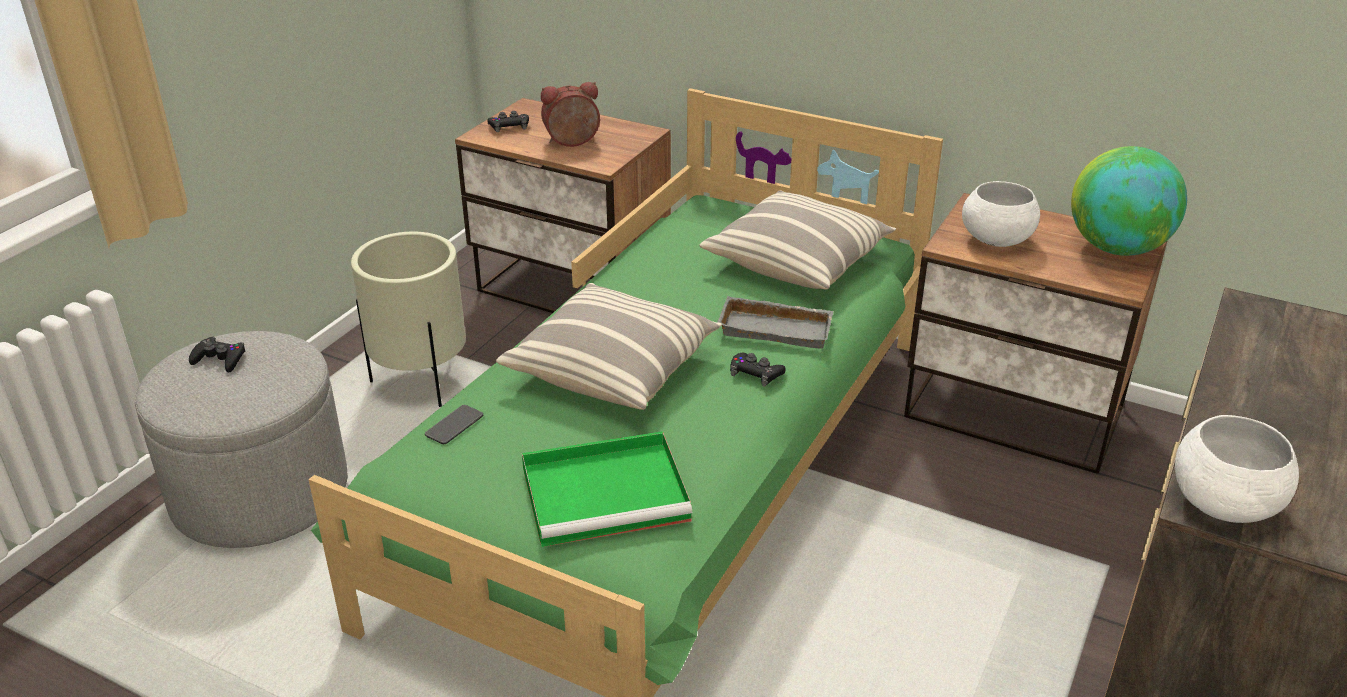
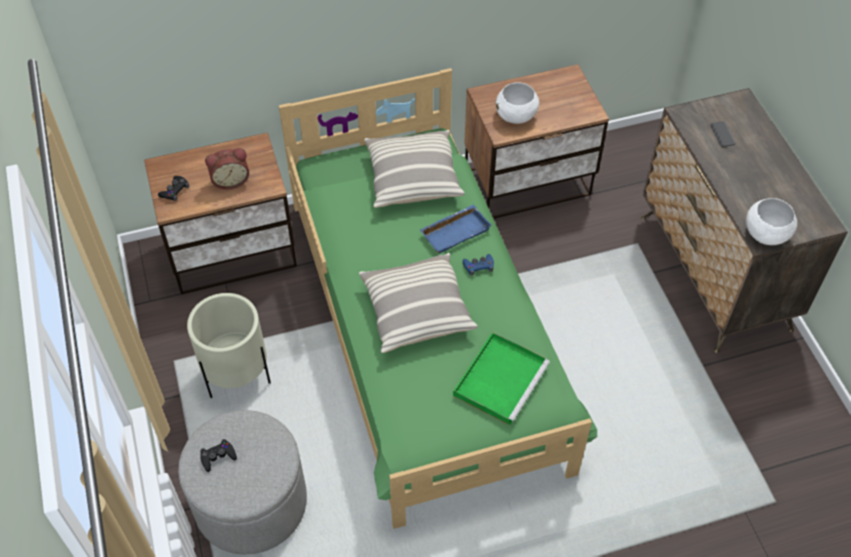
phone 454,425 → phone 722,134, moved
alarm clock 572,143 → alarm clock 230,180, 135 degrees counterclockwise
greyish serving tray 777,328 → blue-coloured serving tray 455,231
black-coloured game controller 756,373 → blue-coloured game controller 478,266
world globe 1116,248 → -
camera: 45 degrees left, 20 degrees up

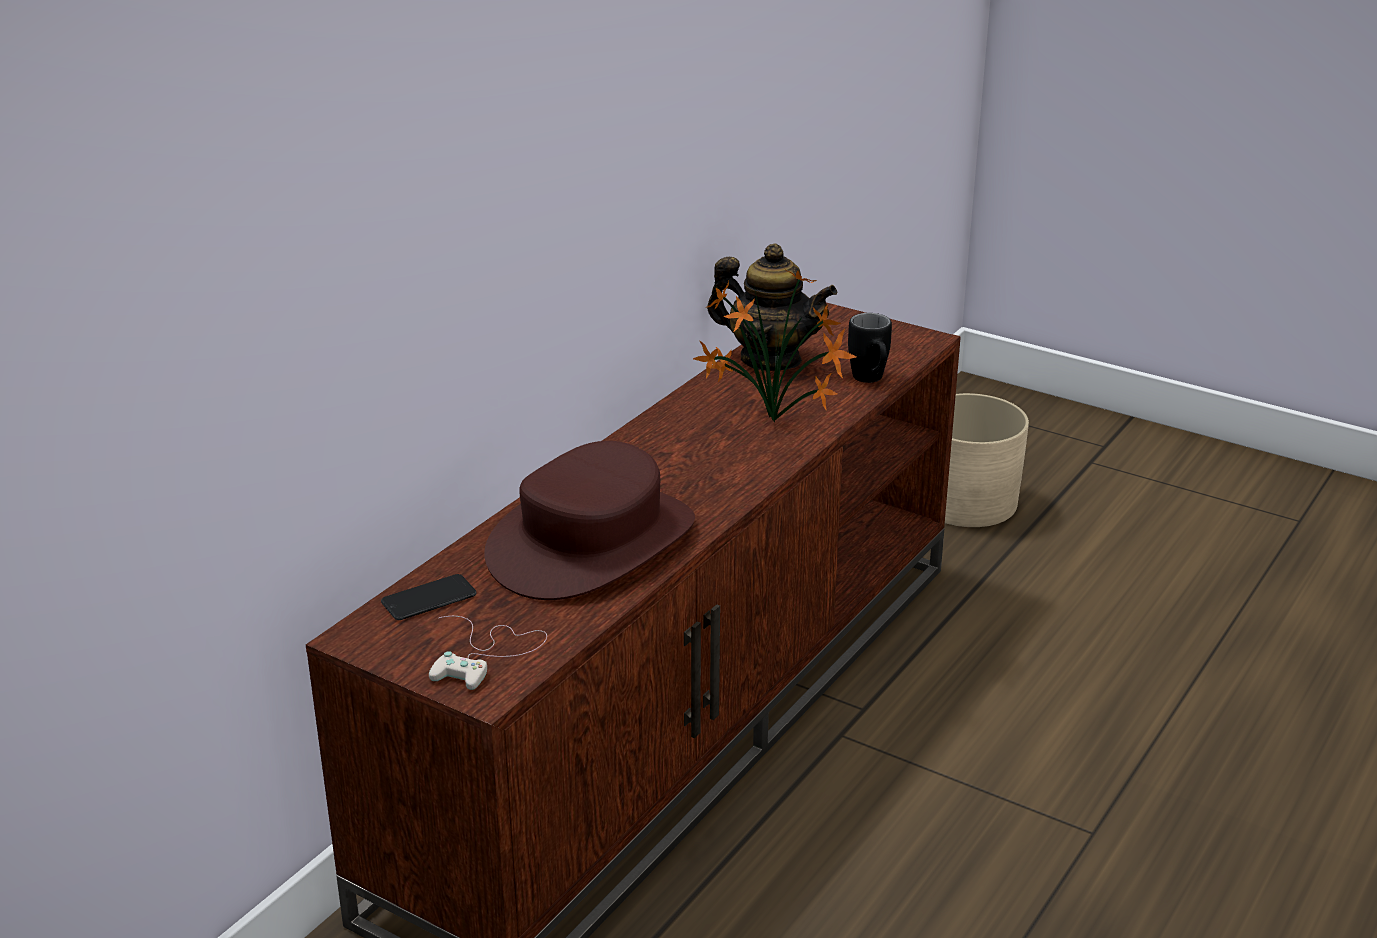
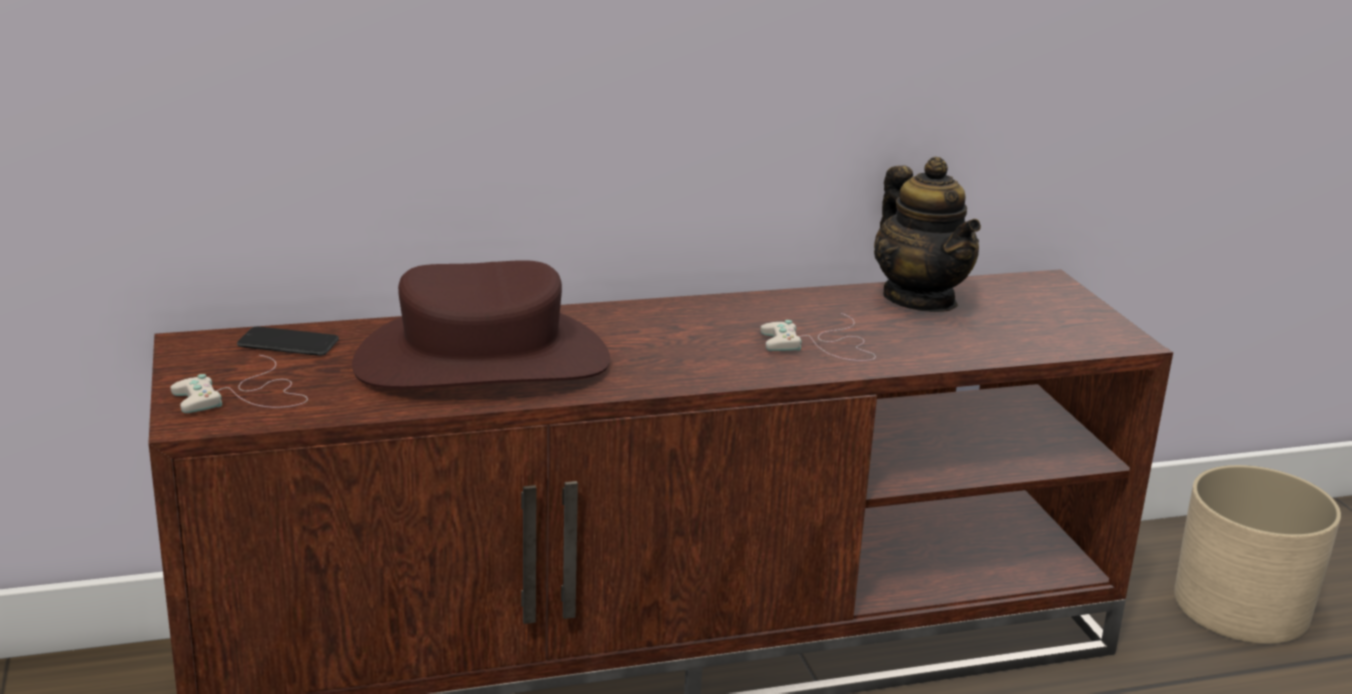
potted plant 775,424 → whitish game controller 823,346
black-coloured coffee mug 870,381 → -
camera: 40 degrees right, 5 degrees down

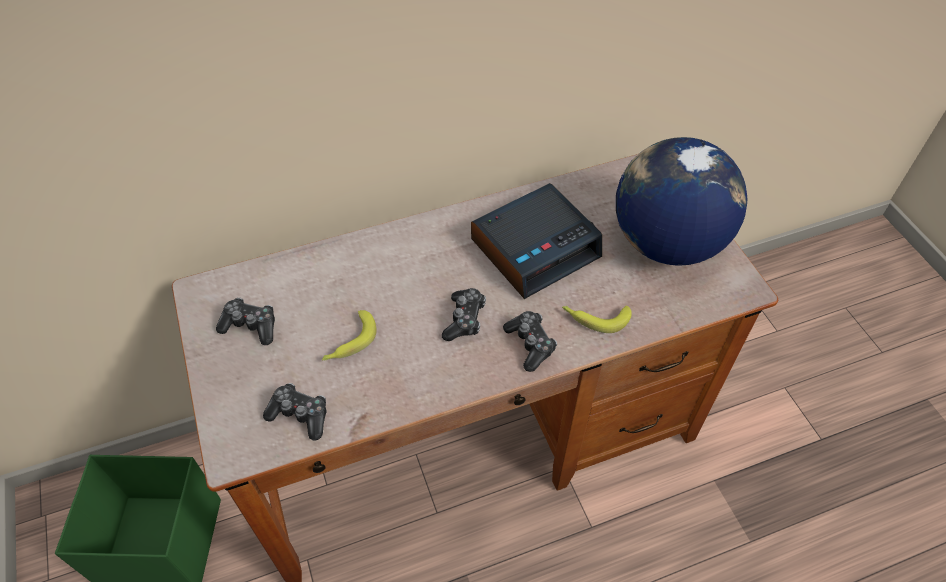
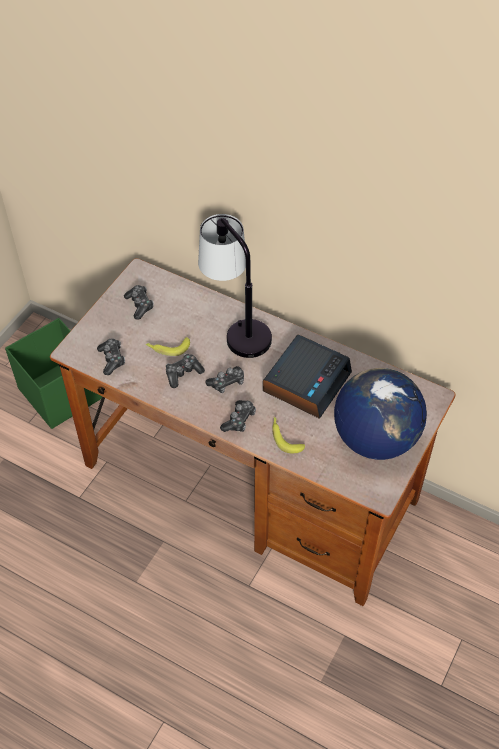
alarm clock 535,247 → alarm clock 306,381, 75 degrees counterclockwise
- → game controller 183,373
- → lamp for a table 235,326
camera: 50 degrees right, 0 degrees up

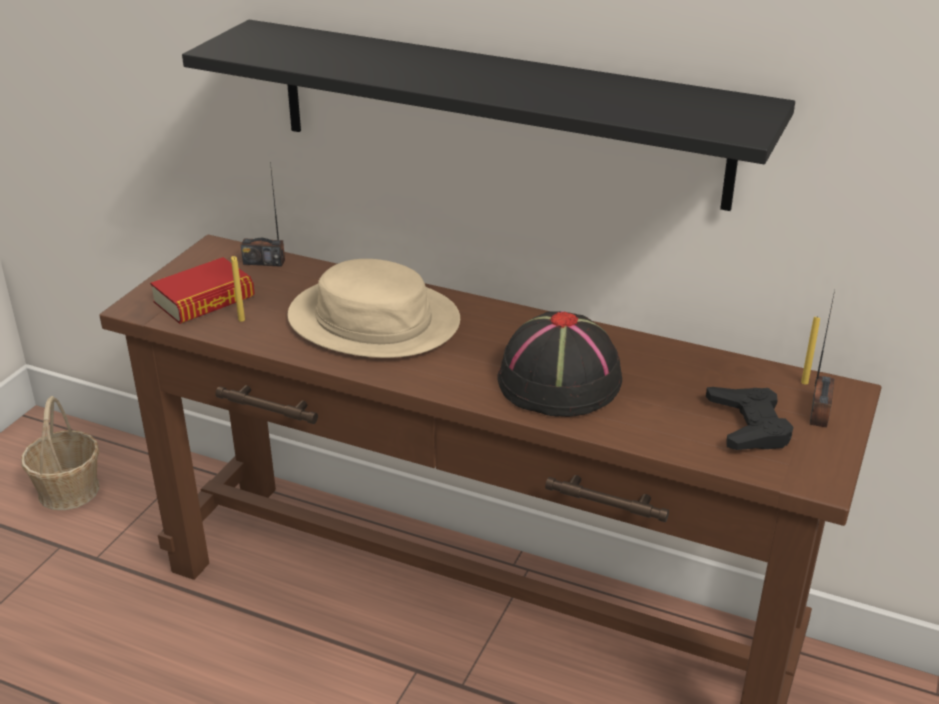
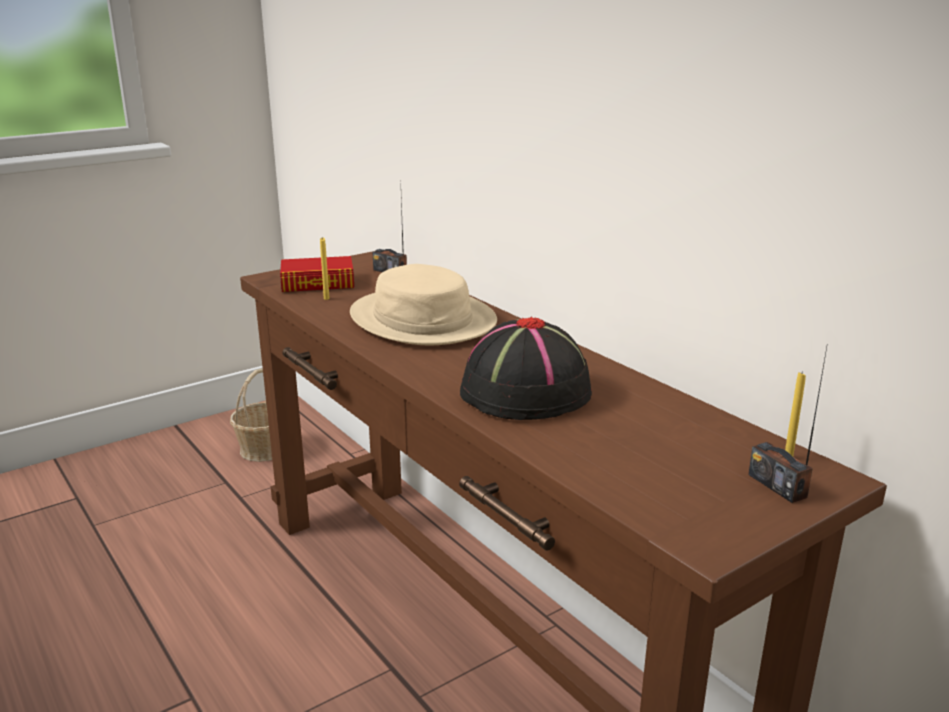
black-coloured wall shelf 498,112 → -
black-coloured game controller 748,426 → -
radio 819,412 → radio 777,486, 105 degrees clockwise
camera: 30 degrees right, 10 degrees down

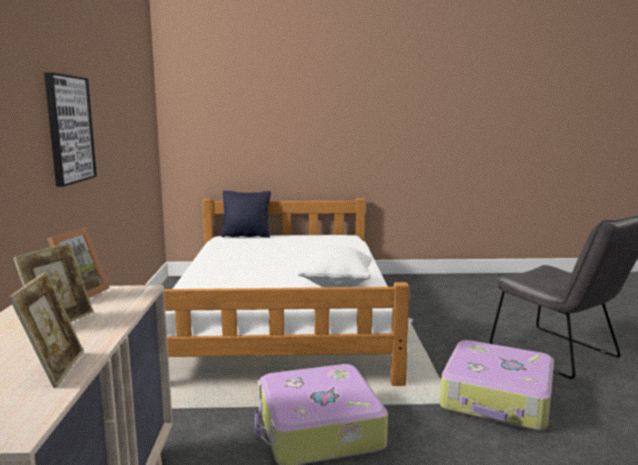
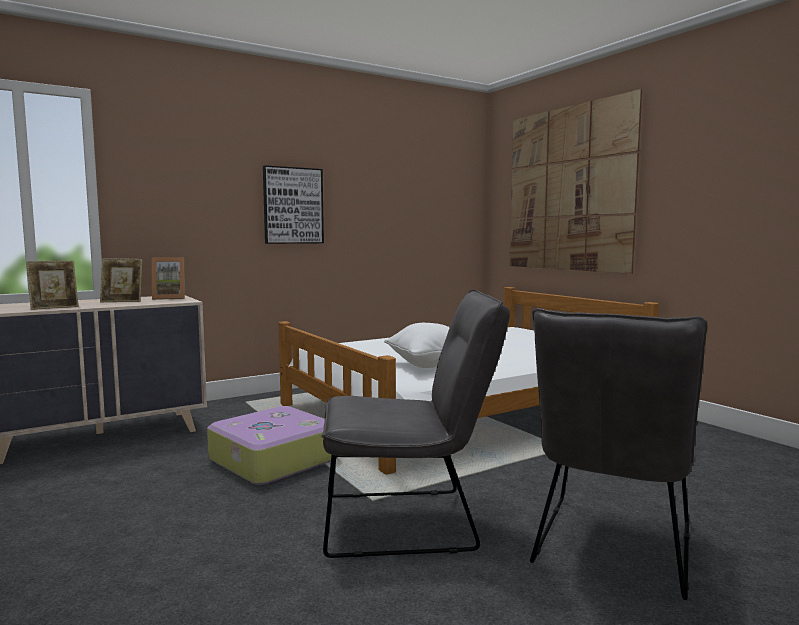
black-coloured pillow 246,236 → -
piece of luggage 497,399 → greyish upright chair 410,521
- → picture 568,189
camera: 60 degrees right, 5 degrees down

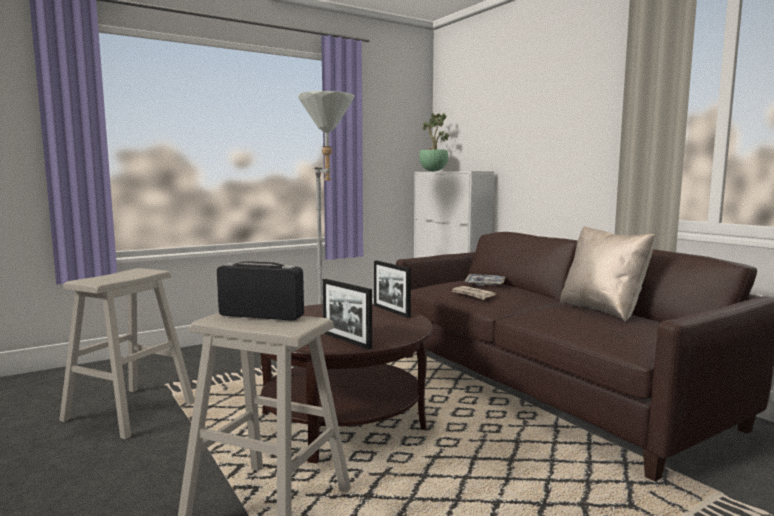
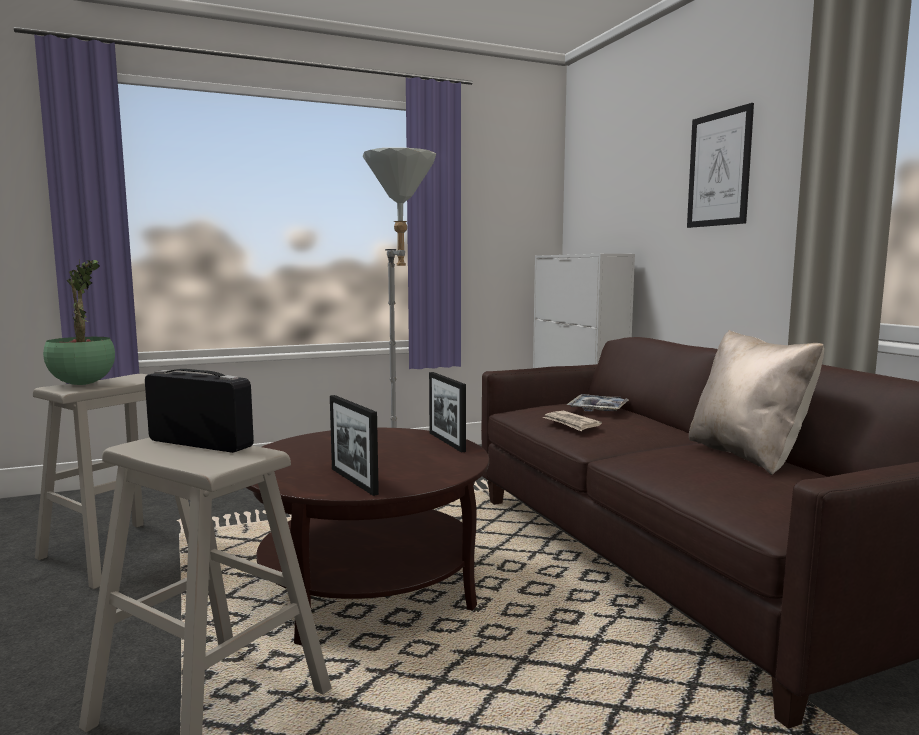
potted plant 432,171 → potted plant 82,384, moved
- → picture 719,169
camera: 10 degrees right, 0 degrees up

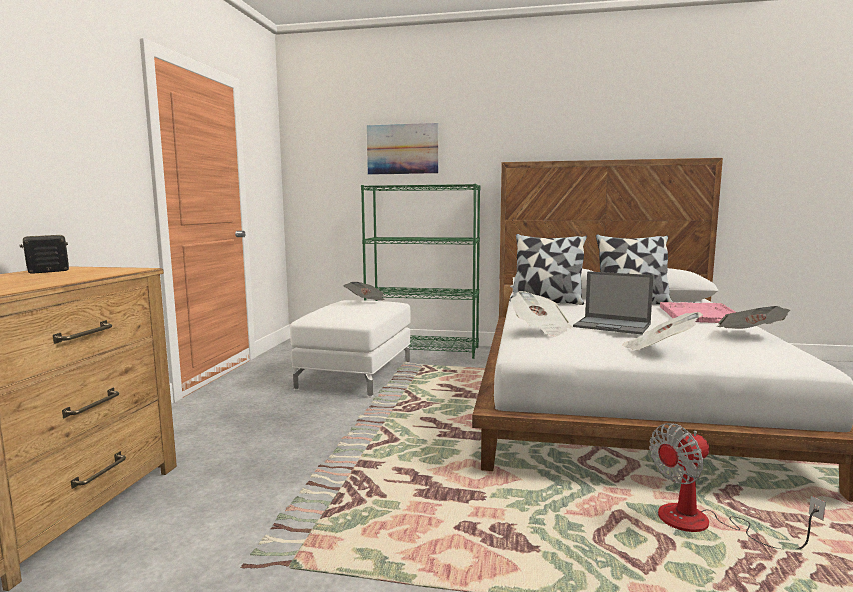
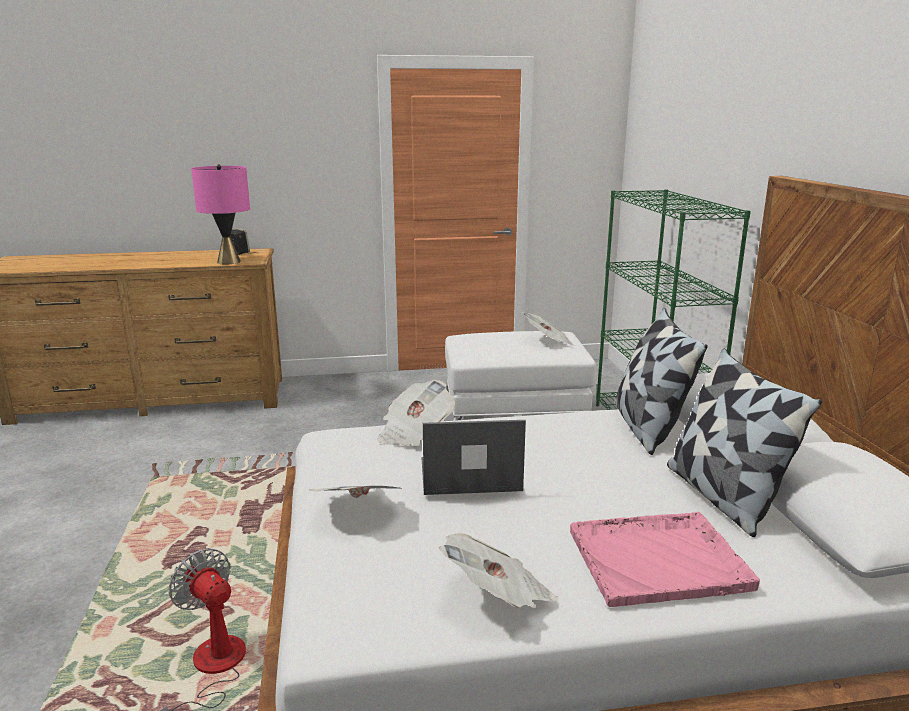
picture 402,149 → -
notebook computer 613,326 → notebook computer 468,475, 75 degrees clockwise
- → pink lamp for a table 228,262
camera: 70 degrees right, 10 degrees up

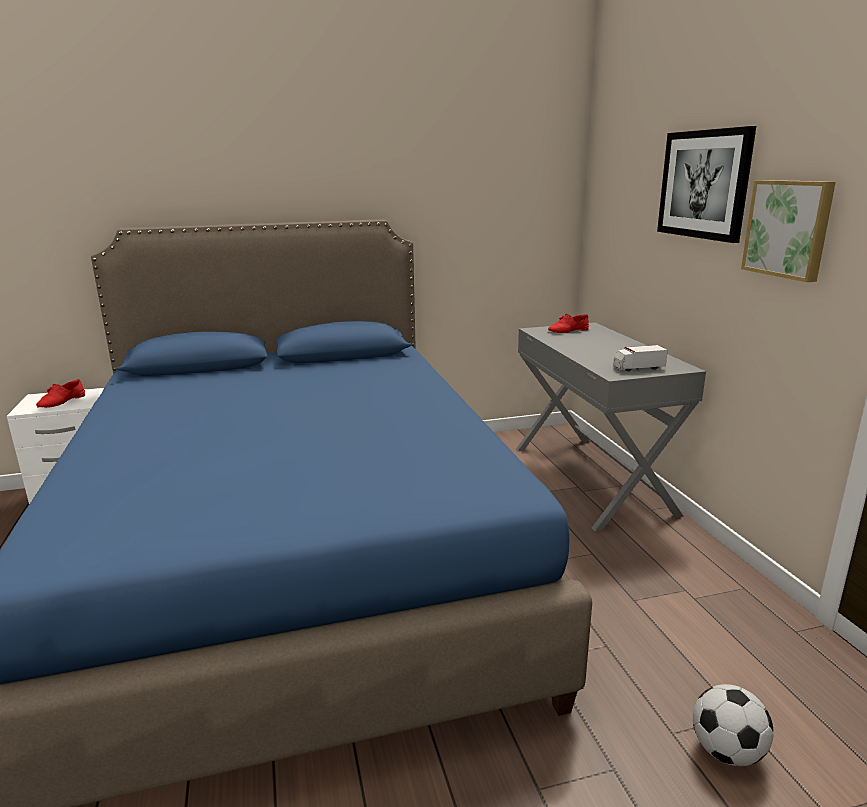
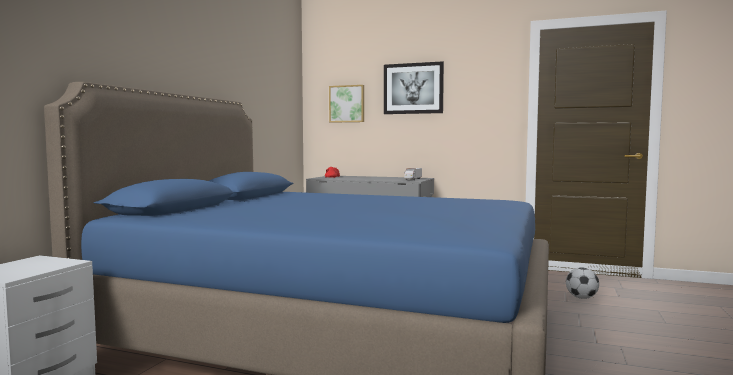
red-coloured low shoe 62,401 → -
picture 789,228 → picture 347,104, moved
camera: 55 degrees left, 15 degrees down

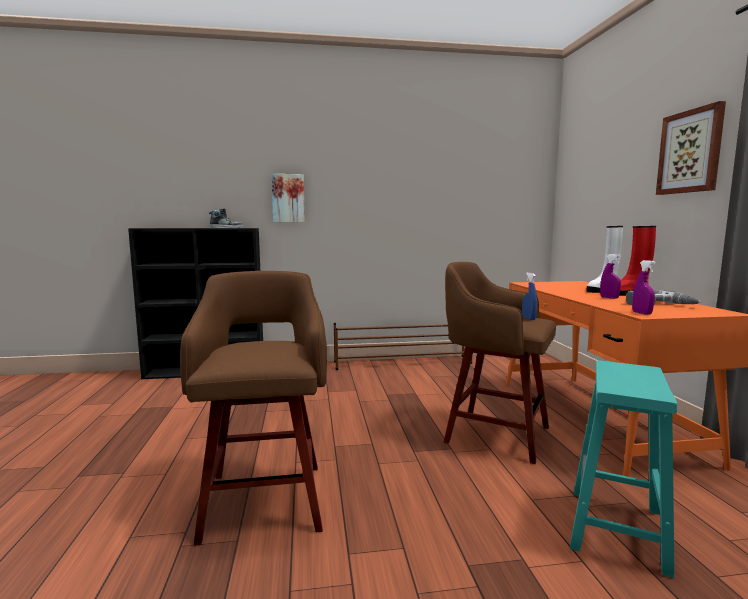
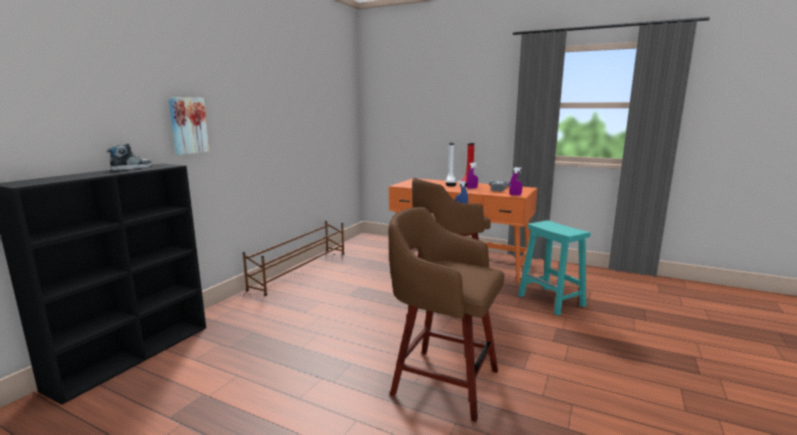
picture 690,152 → -
camera: 55 degrees left, 5 degrees up

